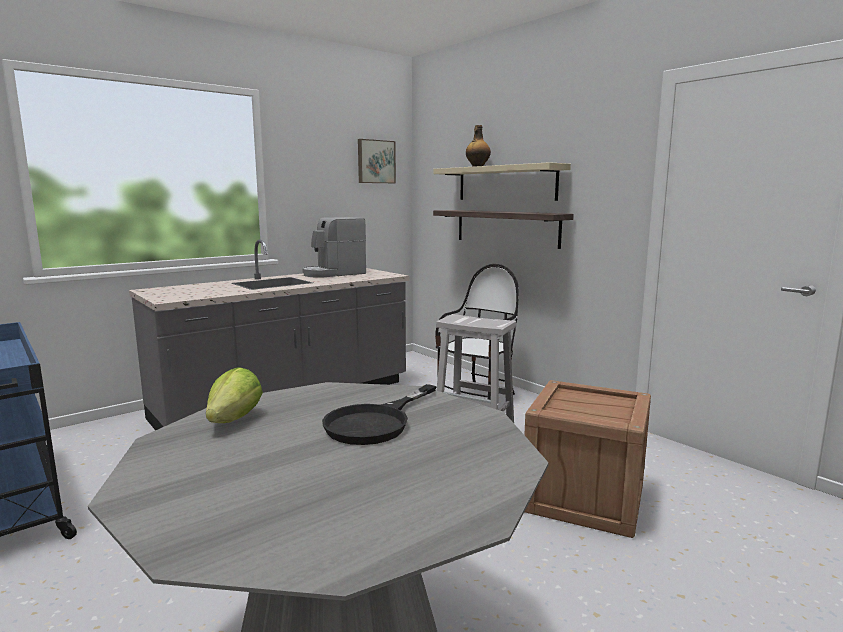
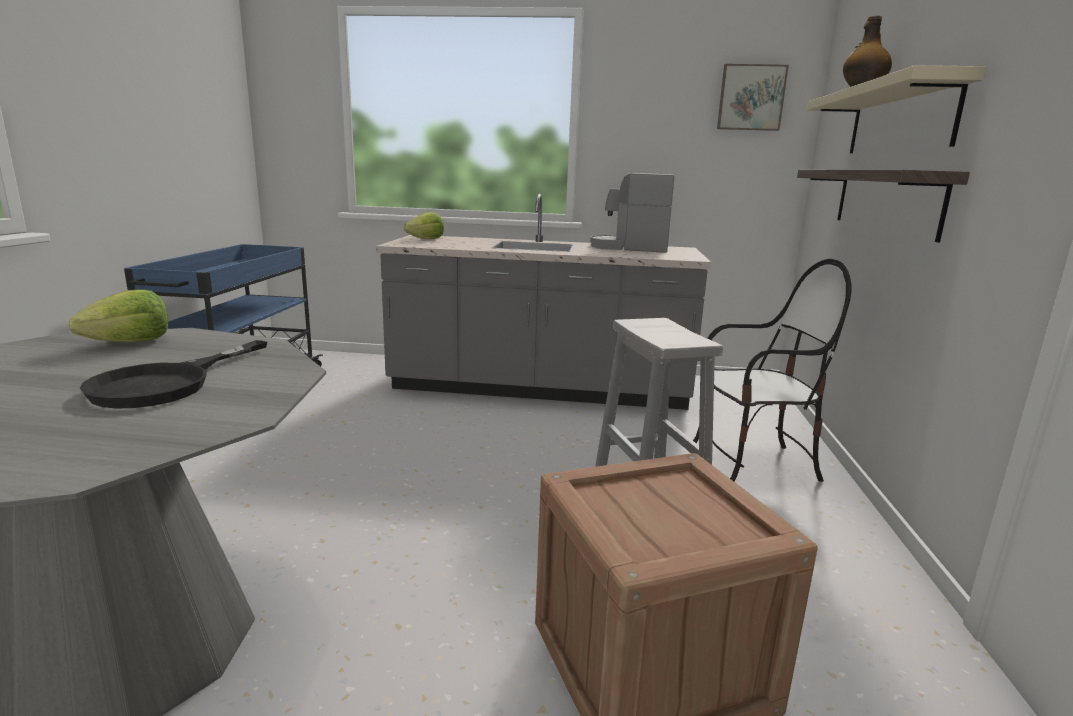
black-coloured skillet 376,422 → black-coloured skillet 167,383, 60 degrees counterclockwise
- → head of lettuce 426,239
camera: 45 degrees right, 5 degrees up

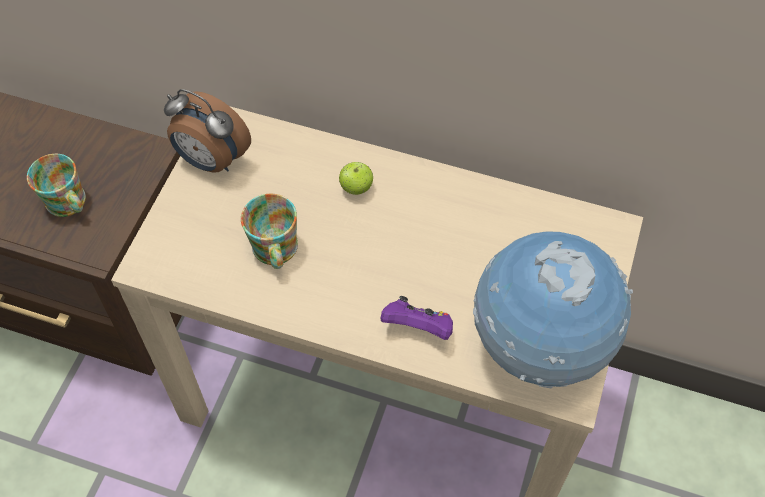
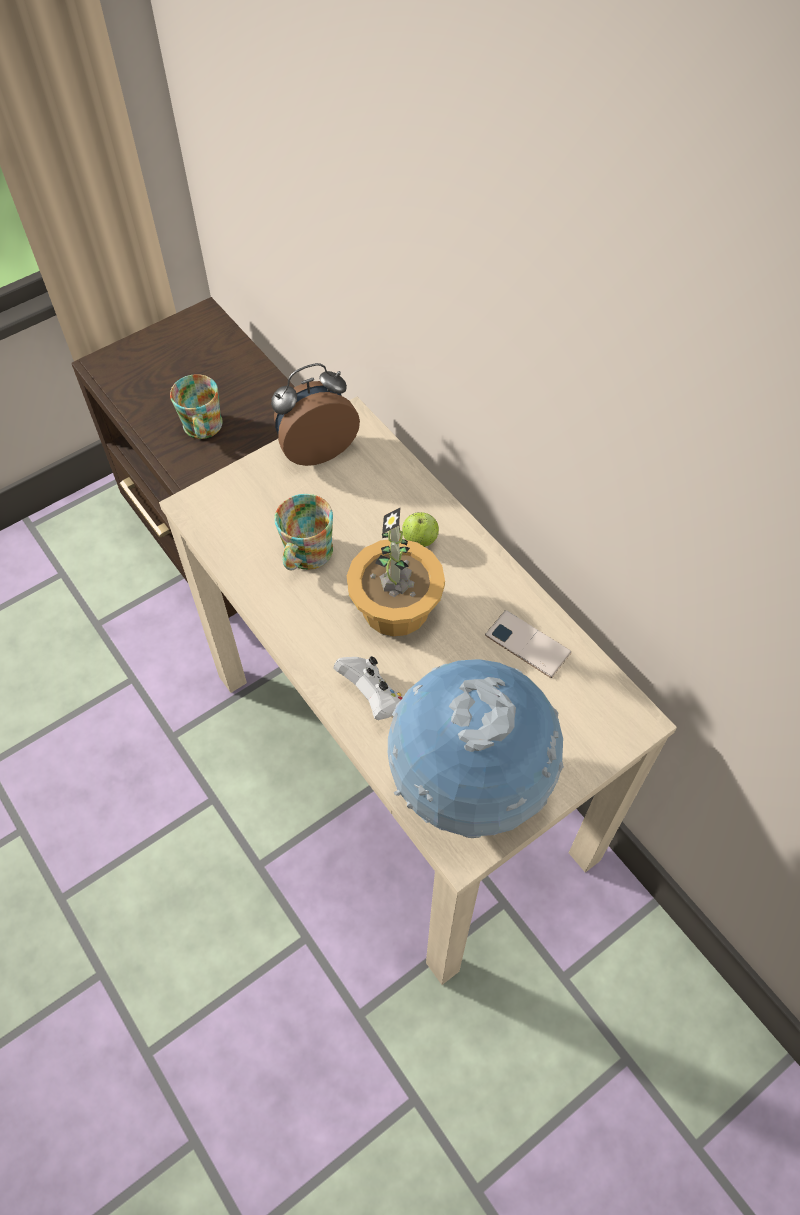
alarm clock 211,161 → alarm clock 316,448, 90 degrees clockwise
purple game controller 418,328 → whitish game controller 372,697
- → potted plant 397,607
- → phone 527,644
camera: 35 degrees right, 0 degrees up

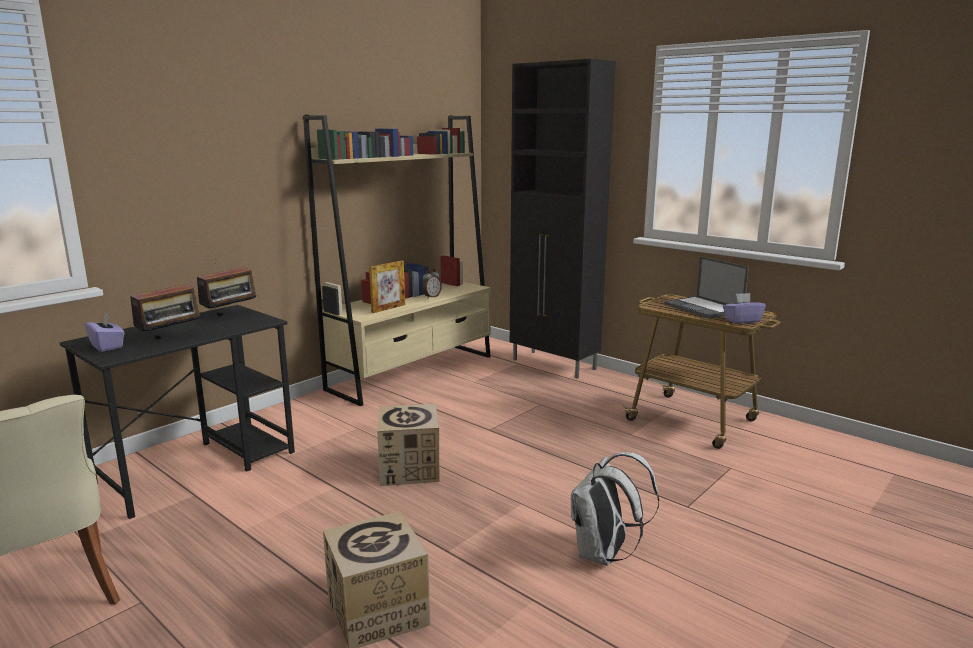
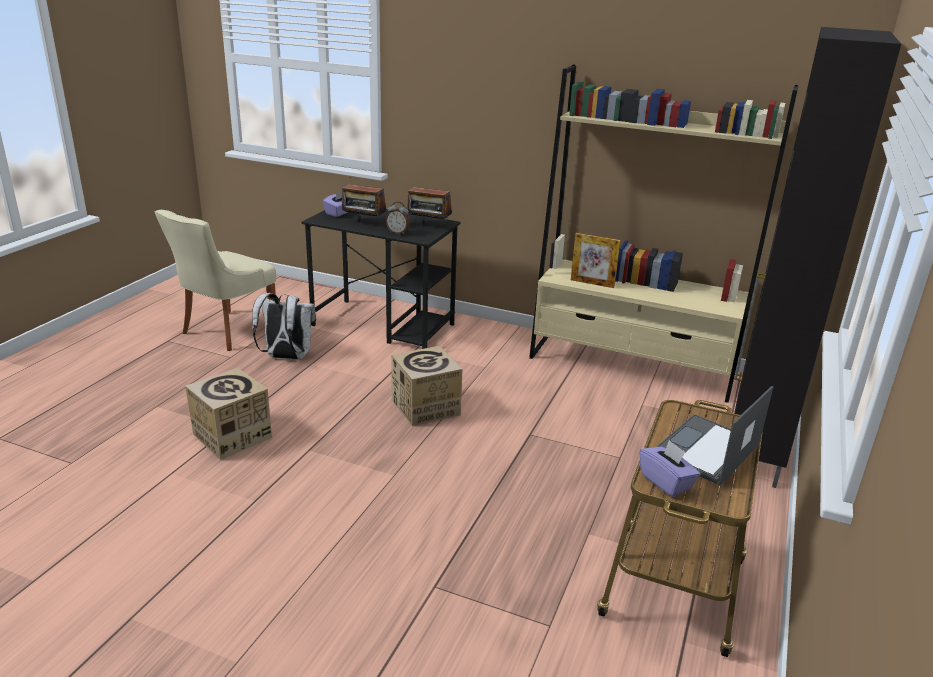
alarm clock 431,297 → alarm clock 398,232, moved
whitish knapsack 604,554 → whitish knapsack 286,357, moved
camera: 70 degrees right, 10 degrees up

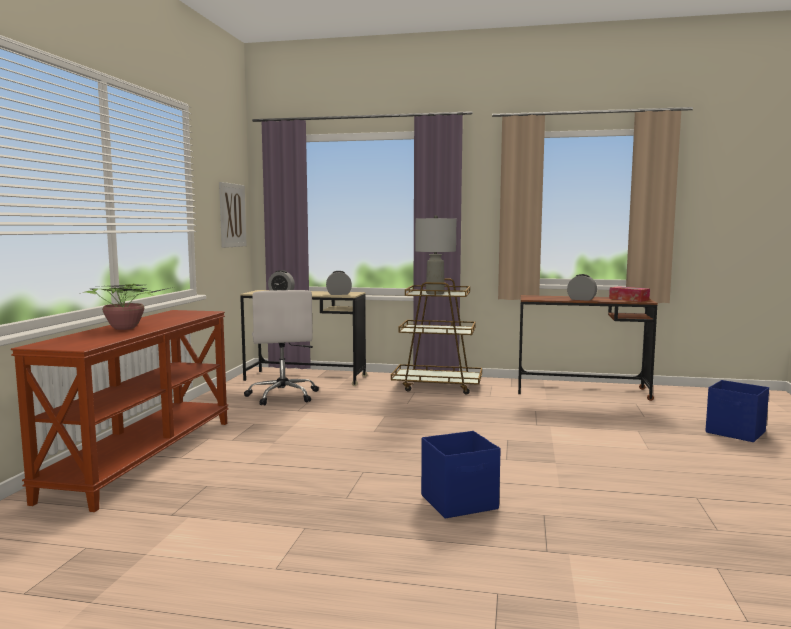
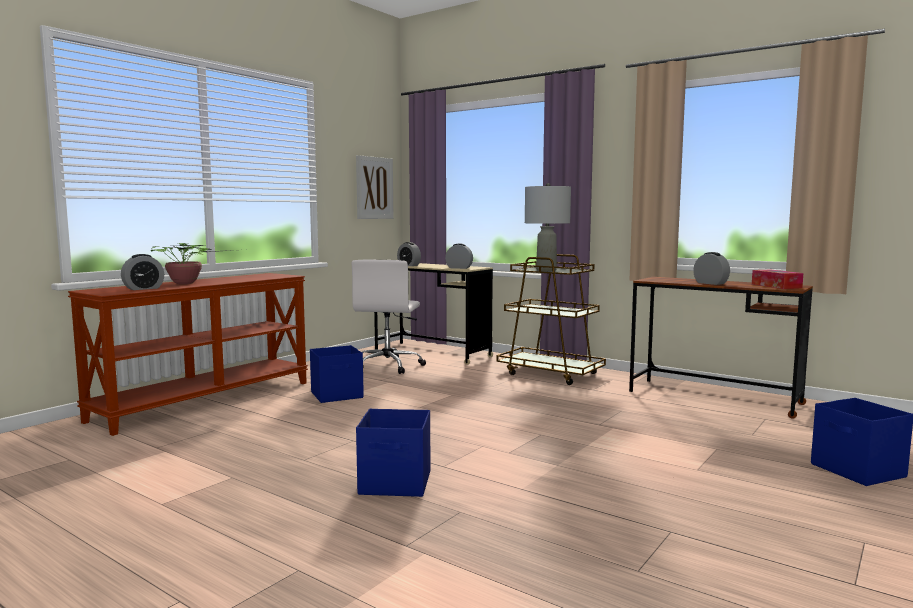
- → alarm clock 143,288
- → blue-coloured storage box 337,395
camera: 25 degrees right, 0 degrees up

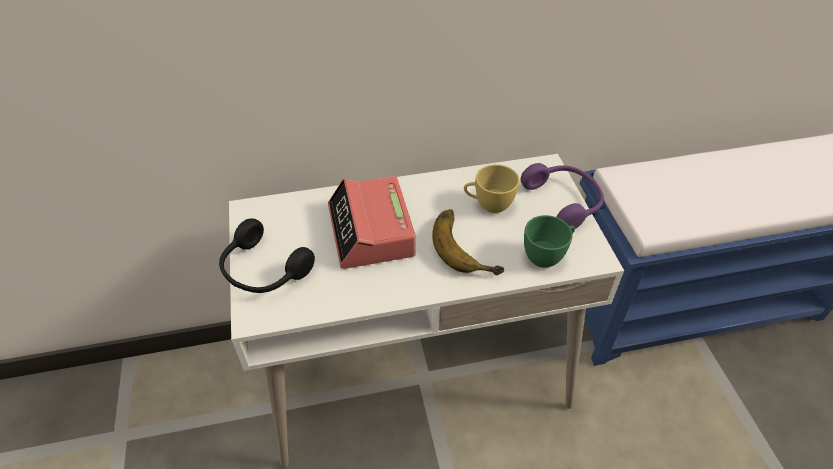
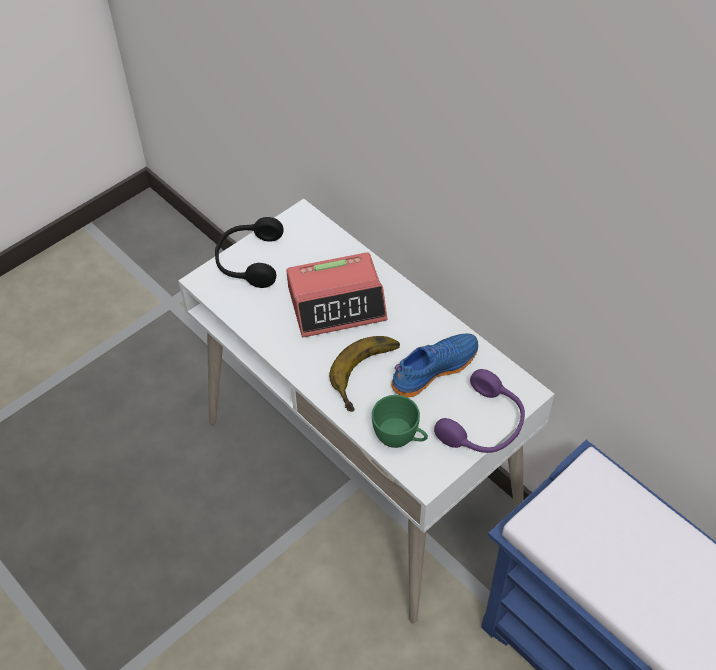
alarm clock 371,231 → alarm clock 337,303, 150 degrees counterclockwise
yellowish cup 488,204 → blue-coloured low shoe 433,369
camera: 60 degrees right, 5 degrees up

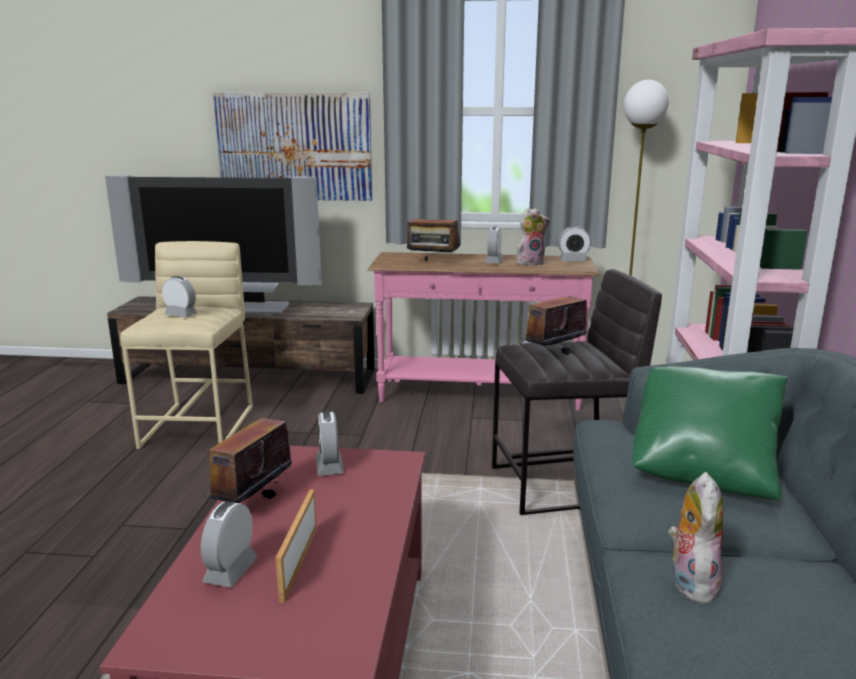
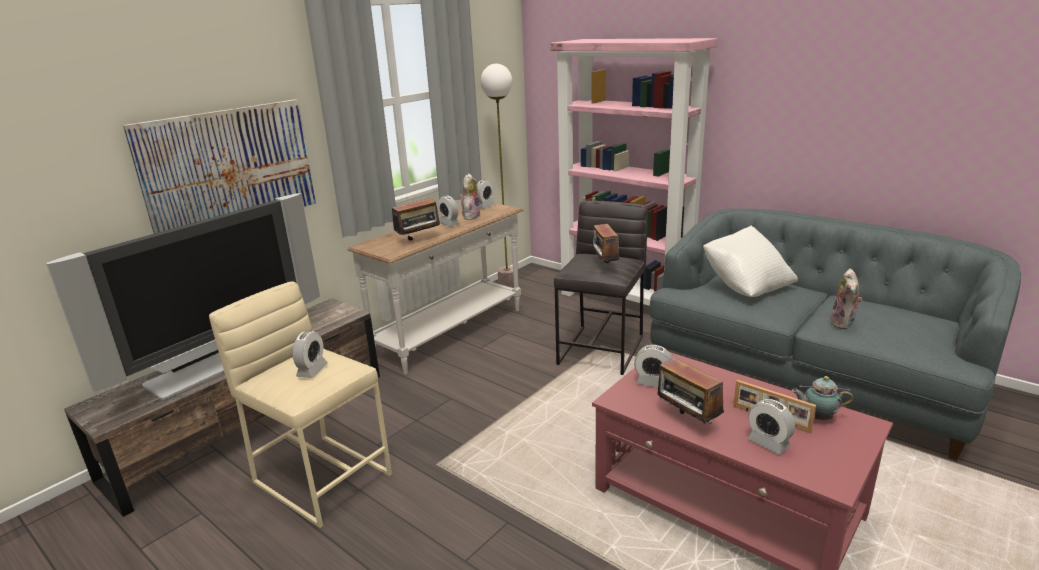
alarm clock 181,314 → alarm clock 312,370, 135 degrees clockwise
pink hall table 479,395 → whitish hall table 451,333
green-coloured pillow 703,470 → whitish pillow 746,287
soft toy 690,581 → soft toy 843,324, 120 degrees counterclockwise
- → tea pot 817,417
camera: 55 degrees left, 5 degrees up

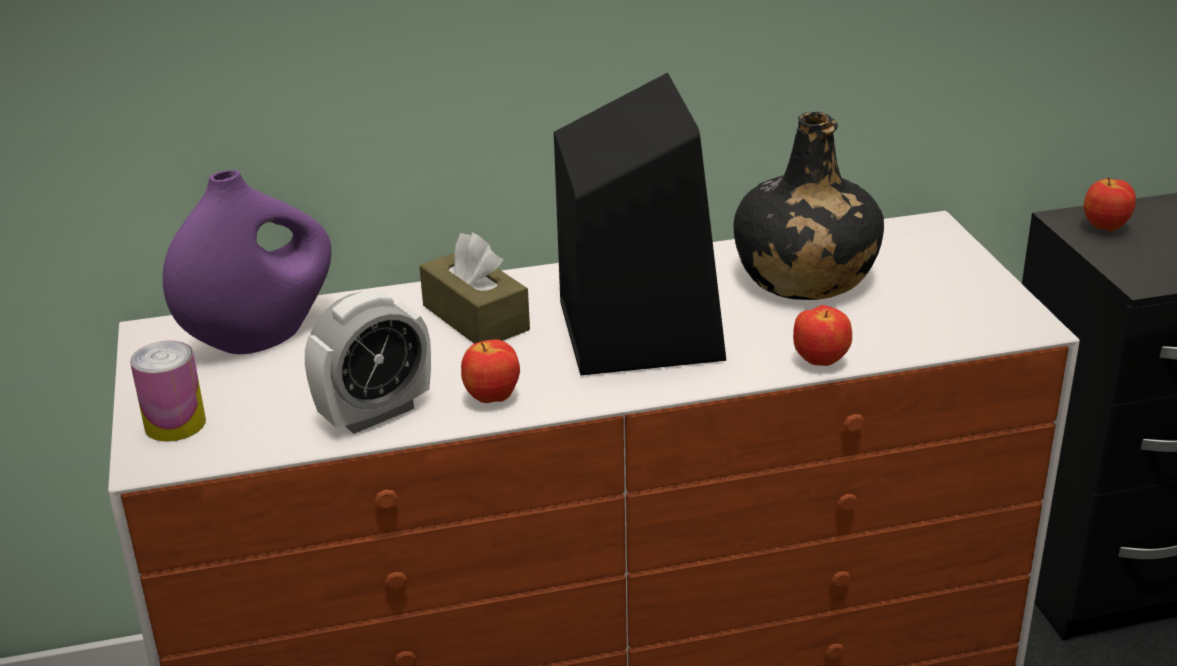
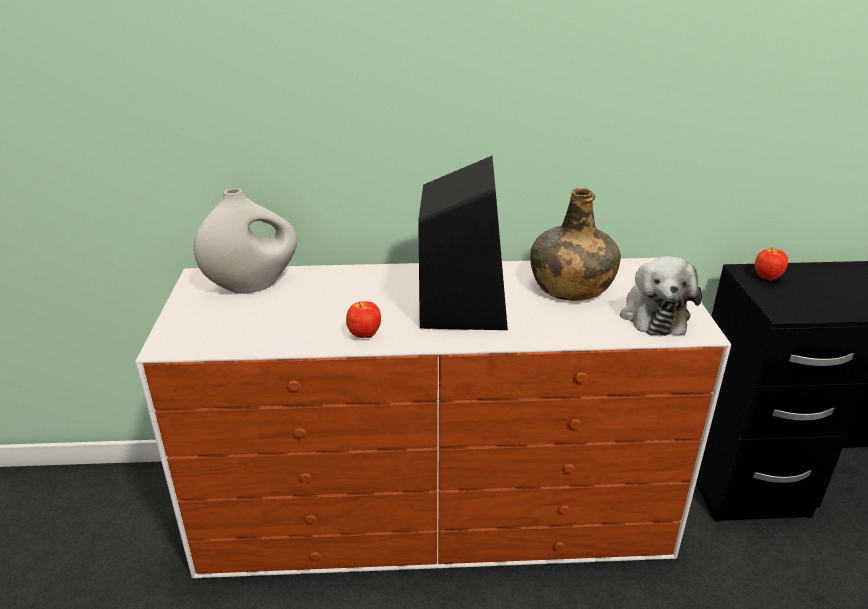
metal can 175,424 → -
purple vase 261,336 → whitish vase 253,285
alarm clock 375,413 → -
brownish tissue box 475,318 → -
black-coloured drink bottle 803,277 → green-coloured drink bottle 570,286
apple 820,362 → -
- → soft toy 653,314
camera: 10 degrees right, 0 degrees up

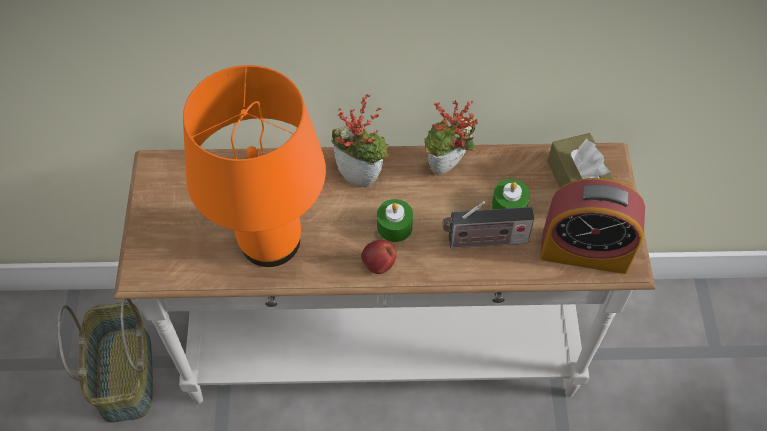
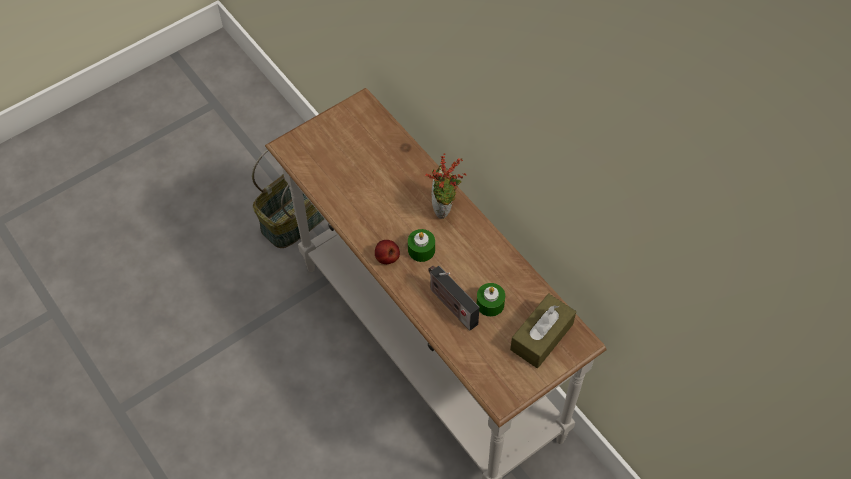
orangey lamp for a table 269,242 → -
potted plant 447,169 → -
alarm clock 585,250 → -
camera: 55 degrees right, 0 degrees up

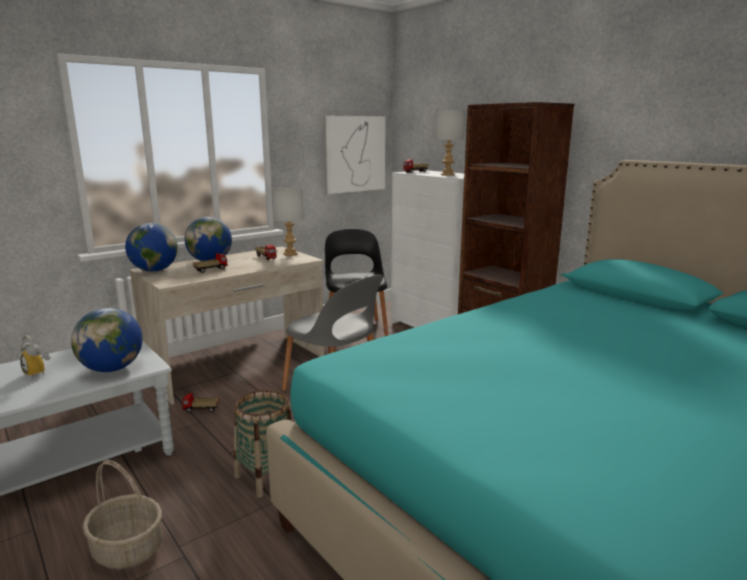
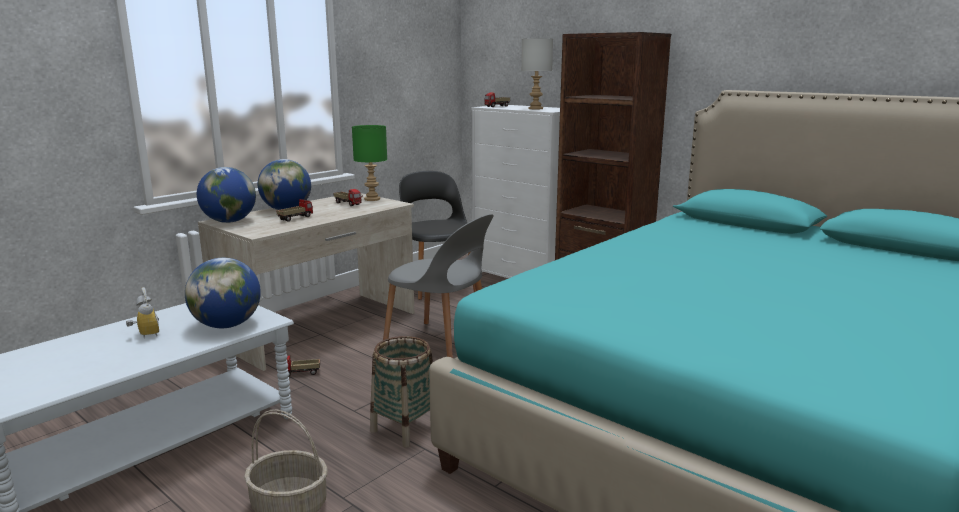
alarm clock 39,373 → alarm clock 144,335, 150 degrees counterclockwise
greyish lamp for a table 290,254 → green-coloured lamp for a table 372,199
picture 354,154 → -
camera: 10 degrees left, 0 degrees up

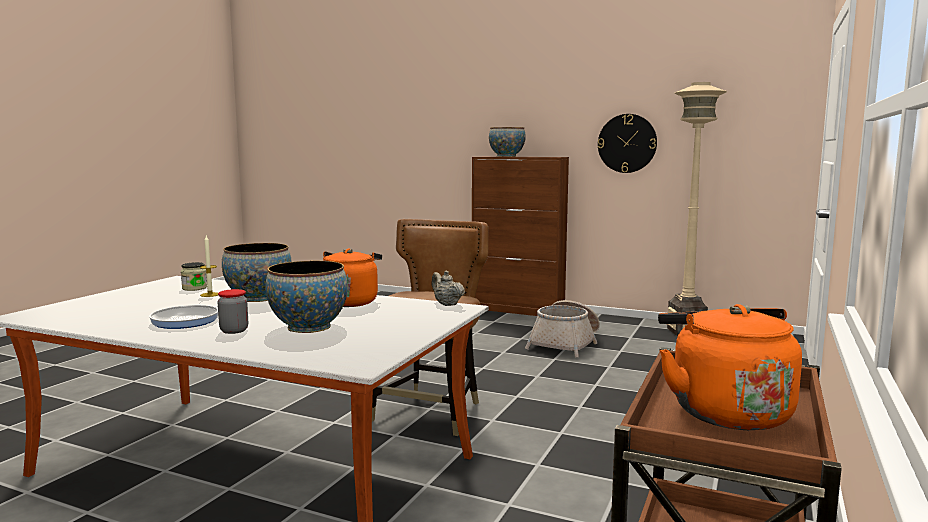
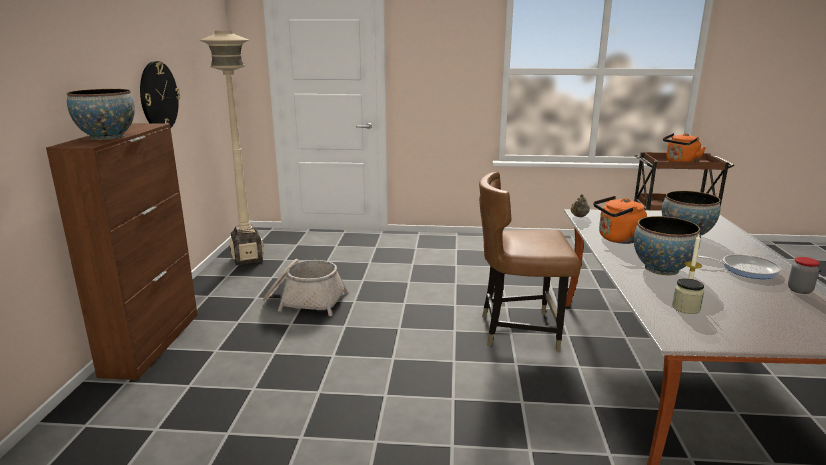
jar 234,331 → jar 799,290, moved
camera: 110 degrees left, 10 degrees up

